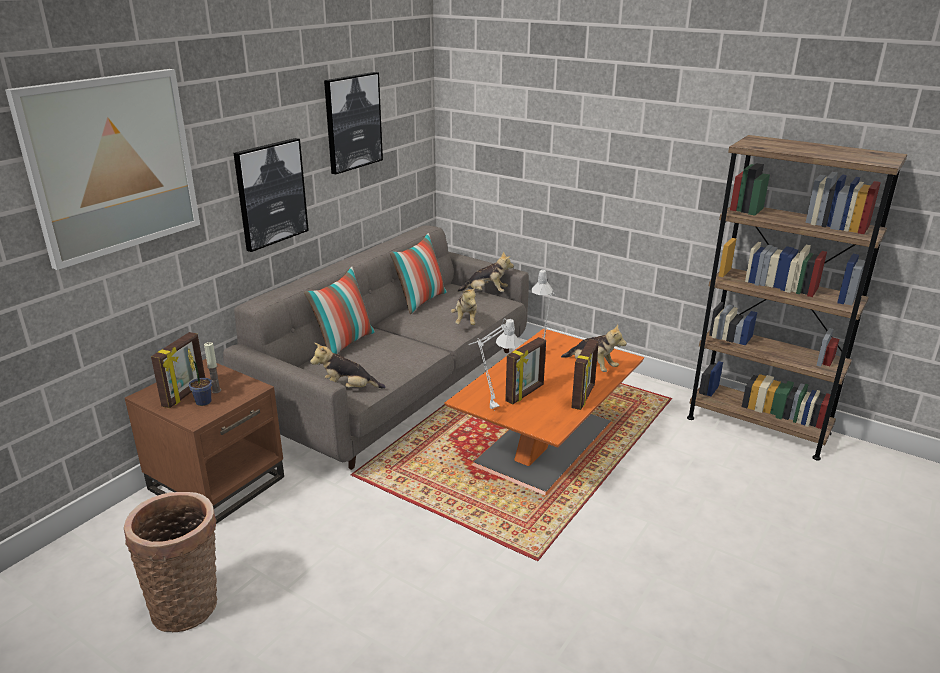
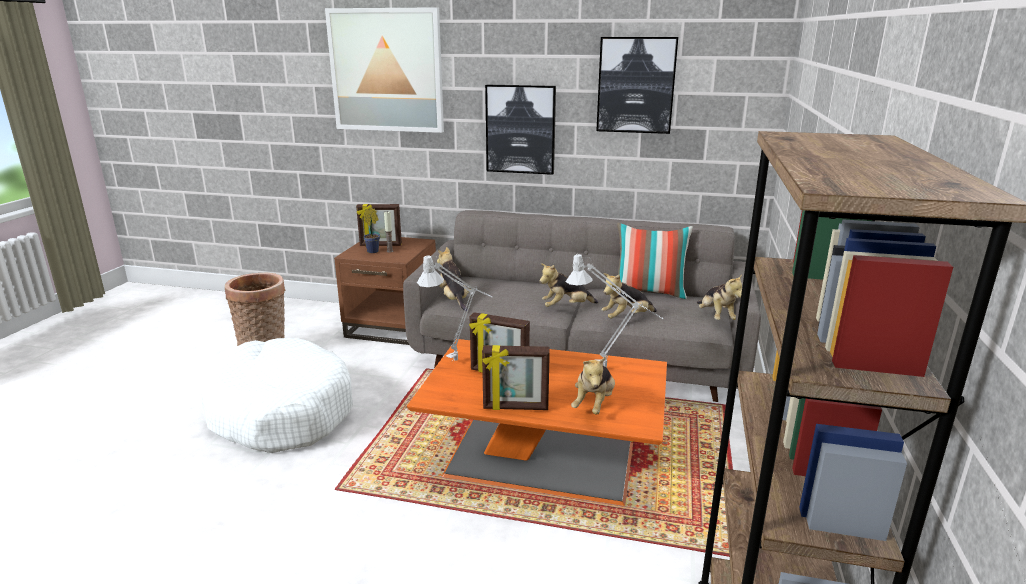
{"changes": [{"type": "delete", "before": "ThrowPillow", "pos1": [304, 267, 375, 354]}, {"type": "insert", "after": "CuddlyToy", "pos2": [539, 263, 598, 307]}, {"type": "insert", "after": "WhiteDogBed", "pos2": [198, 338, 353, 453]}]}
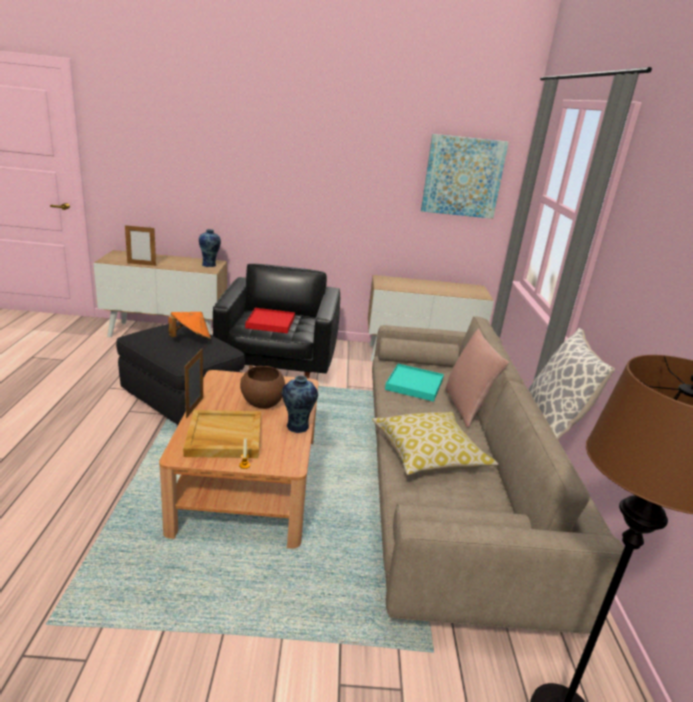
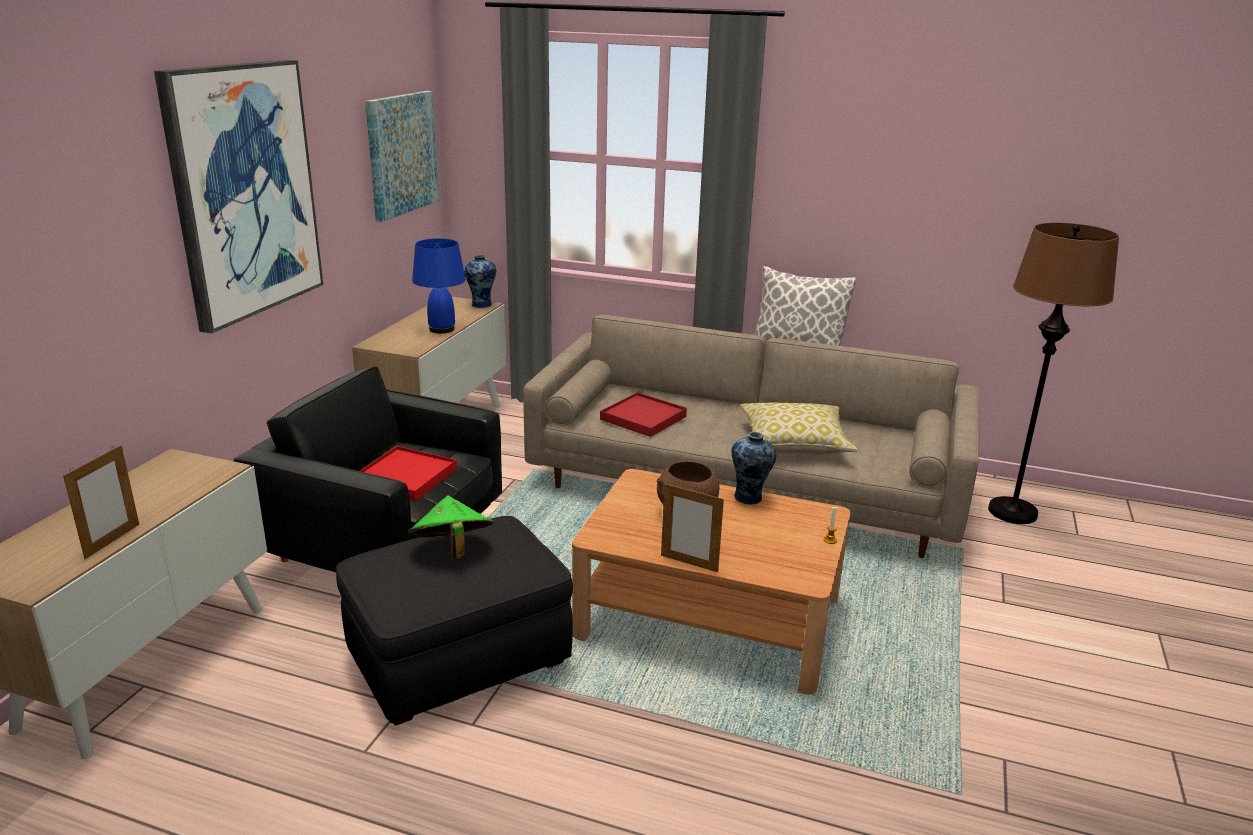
{"changes": [{"type": "move", "before": "Vase", "pos1": [199, 229, 221, 267], "pos2": [464, 255, 496, 308]}, {"type": "recolor", "before": "OrangeyHat", "after": "GreenColouredHat", "pos1": [168, 312, 211, 340], "pos2": [408, 496, 494, 559]}, {"type": "delete", "before": "PinkishThrowPillow", "pos1": [445, 328, 509, 428]}, {"type": "recolor", "before": "TurquoiseTray", "after": "RedTray", "pos1": [385, 364, 444, 402], "pos2": [600, 392, 687, 437]}, {"type": "delete", "before": "BeigeColouredTray", "pos1": [183, 410, 261, 458]}, {"type": "insert", "after": "Picture", "pos2": [154, 60, 323, 334]}, {"type": "insert", "after": "BluishTableLamp", "pos2": [412, 238, 466, 333]}]}
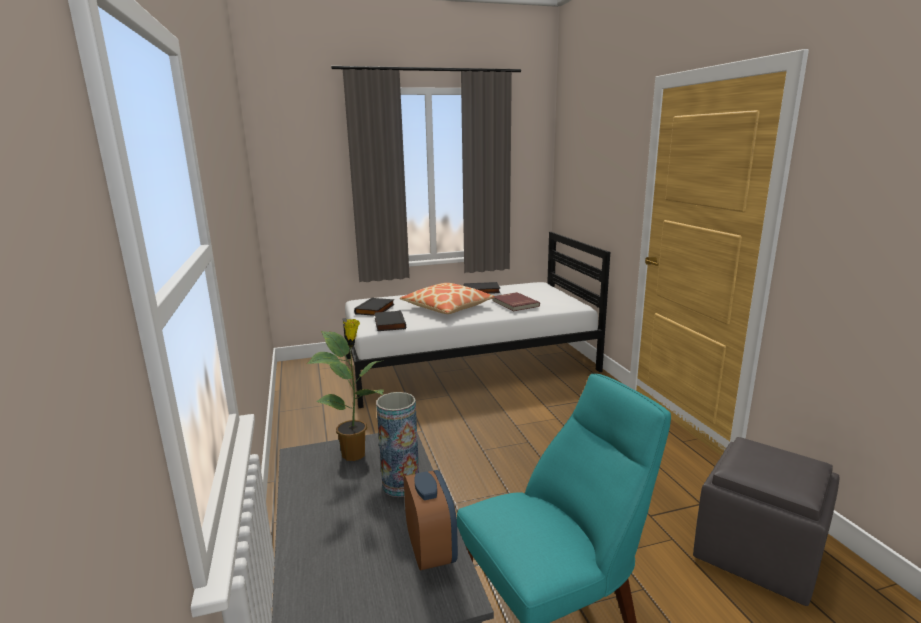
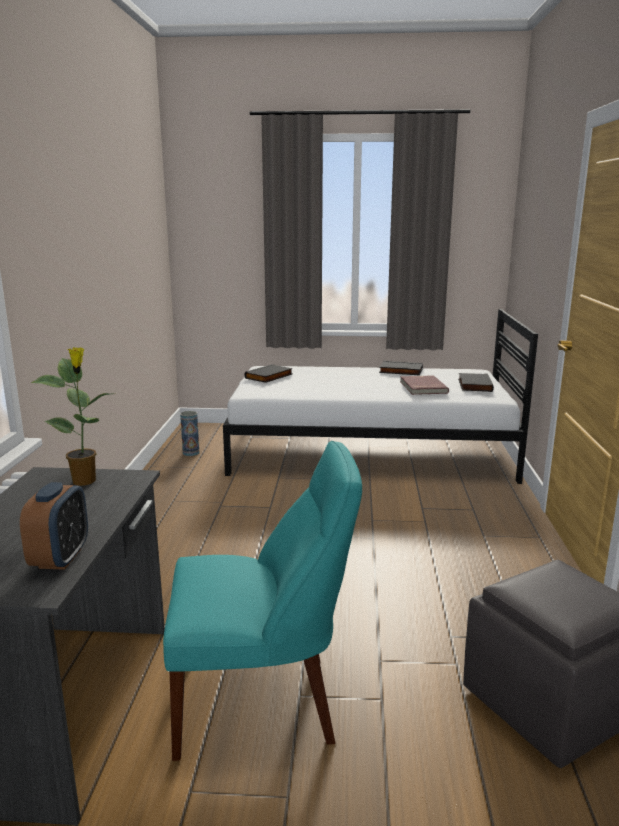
{"changes": [{"type": "delete", "before": "ThrowPillow", "pos1": [400, 283, 495, 314]}, {"type": "move", "before": "BlackColouredBook", "pos1": [375, 310, 406, 331], "pos2": [458, 373, 494, 392]}, {"type": "move", "before": "Vase", "pos1": [376, 392, 419, 497], "pos2": [180, 411, 199, 456]}]}
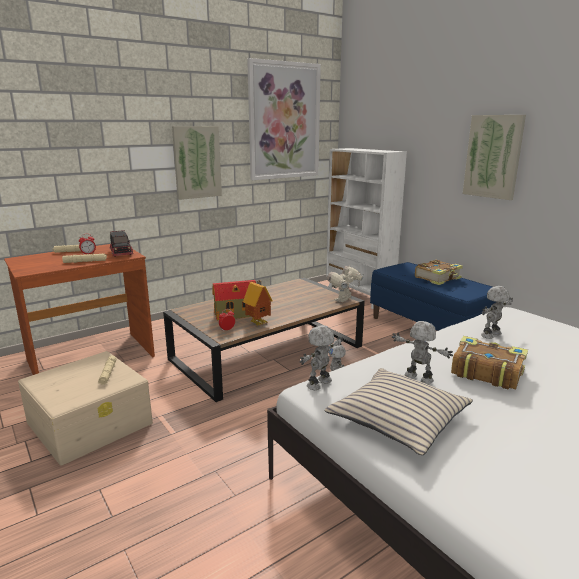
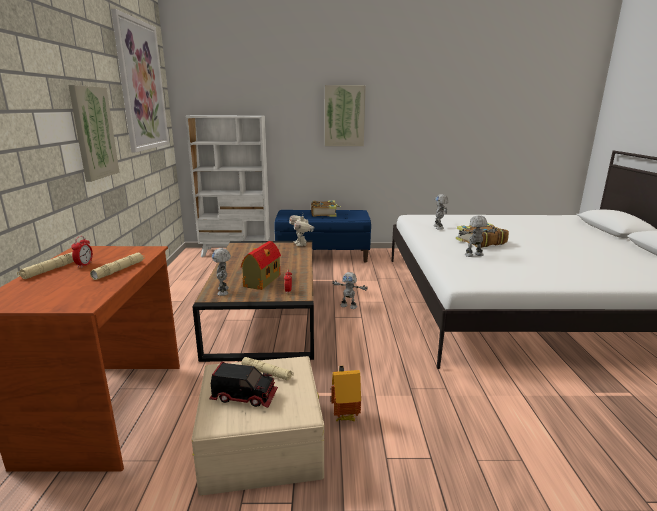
{"changes": [{"type": "move", "before": "ModelTruck", "pos1": [109, 230, 134, 256], "pos2": [210, 362, 278, 408]}, {"type": "move", "before": "ModelHouse", "pos1": [243, 280, 273, 326], "pos2": [331, 366, 361, 422]}, {"type": "move", "before": "ToyRobot", "pos1": [300, 325, 343, 390], "pos2": [212, 248, 231, 296]}, {"type": "delete", "before": "BeigeColouredThrowPillow", "pos1": [325, 368, 473, 455]}]}
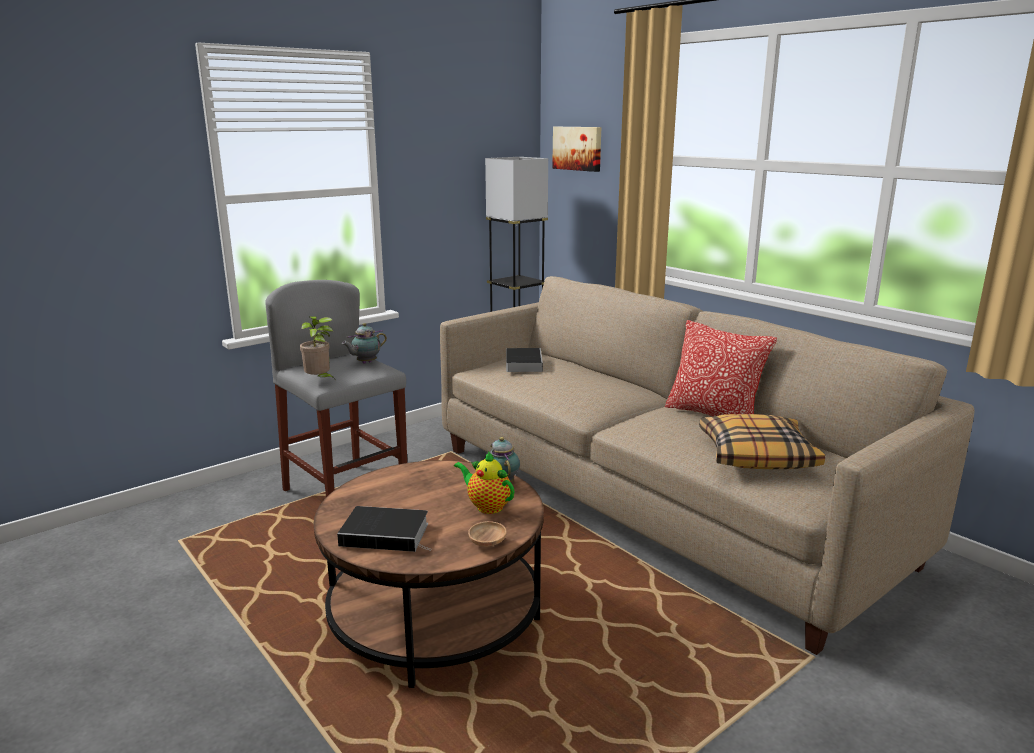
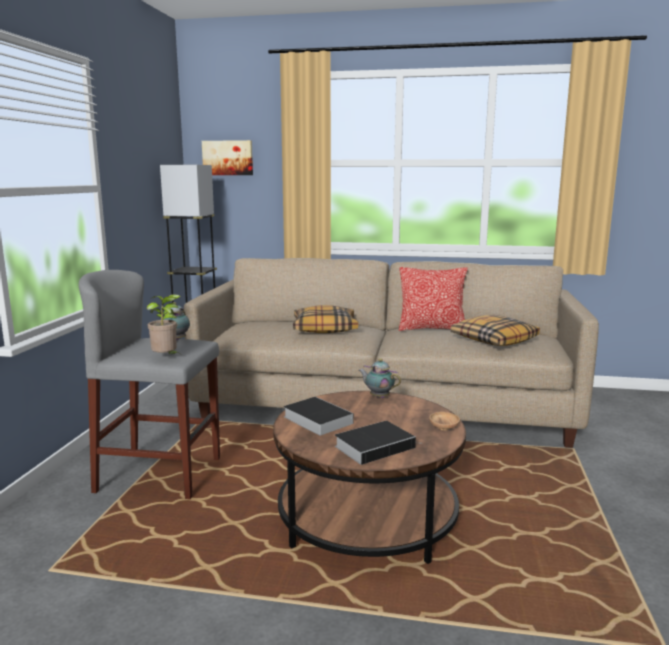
{"changes": [{"type": "move", "before": "Book", "pos1": [506, 348, 543, 372], "pos2": [283, 397, 354, 436]}, {"type": "delete", "before": "PotForTea", "pos1": [454, 451, 514, 514]}, {"type": "insert", "after": "ThrowPillow", "pos2": [293, 305, 358, 333]}]}
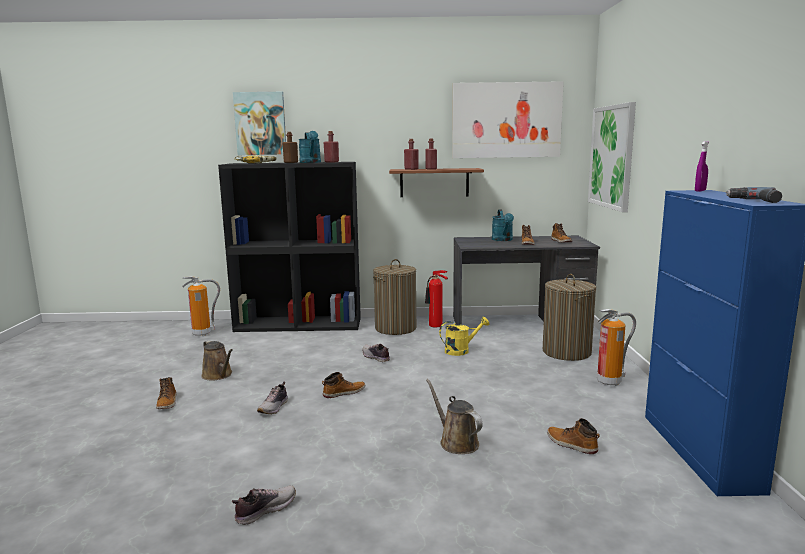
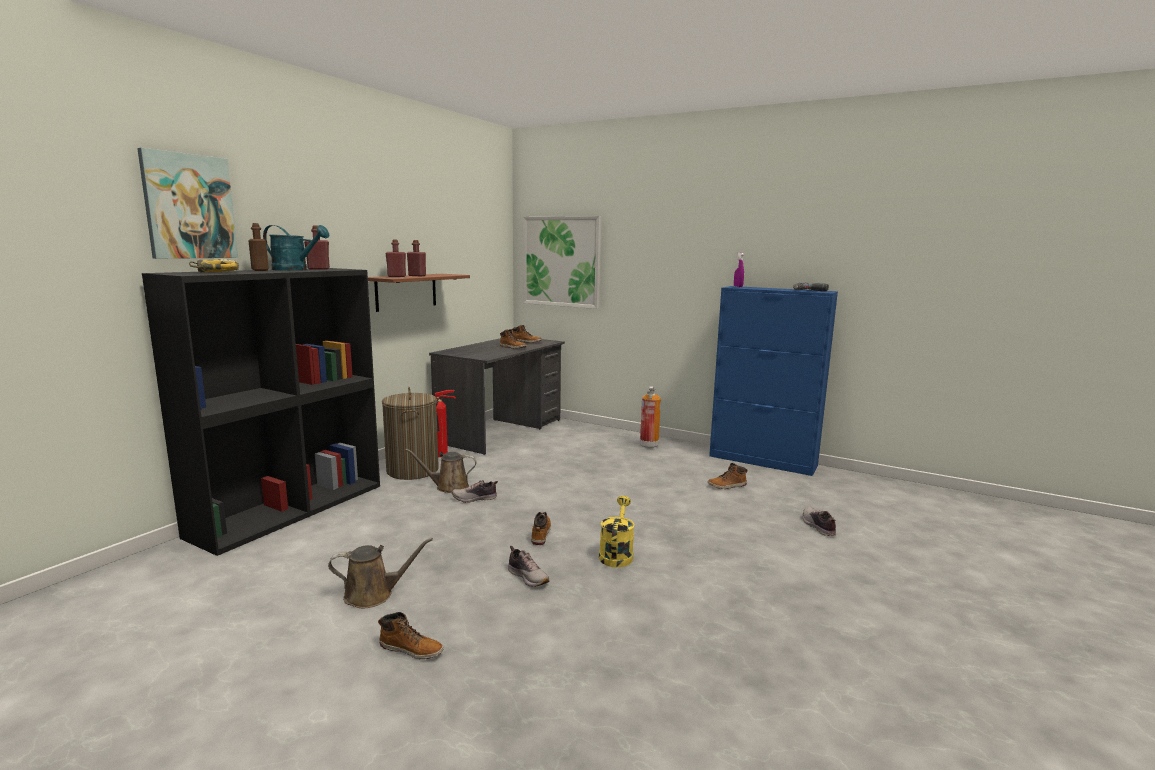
{"changes": [{"type": "delete", "before": "Picture", "pos1": [452, 81, 564, 158]}, {"type": "delete", "before": "TurquoiseWateringPot", "pos1": [492, 210, 514, 241]}, {"type": "delete", "before": "Hamper", "pos1": [543, 274, 596, 361]}, {"type": "delete", "before": "FireExtinguisher", "pos1": [183, 276, 220, 336]}, {"type": "move", "before": "YellowishWateringPot", "pos1": [439, 317, 489, 356], "pos2": [599, 496, 635, 568]}, {"type": "move", "before": "BrownishWateringPot", "pos1": [426, 379, 483, 454], "pos2": [406, 449, 477, 493]}, {"type": "move", "before": "ItemOfFootwear", "pos1": [232, 485, 296, 525], "pos2": [803, 507, 836, 536]}]}
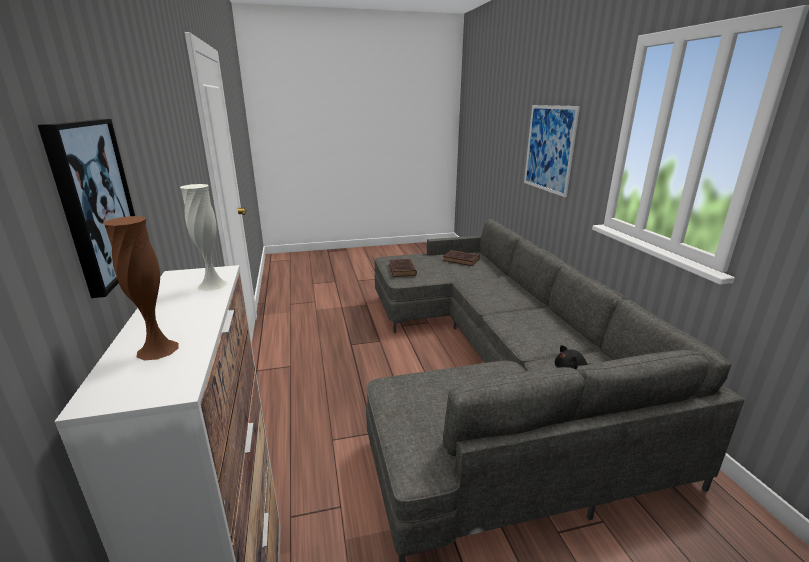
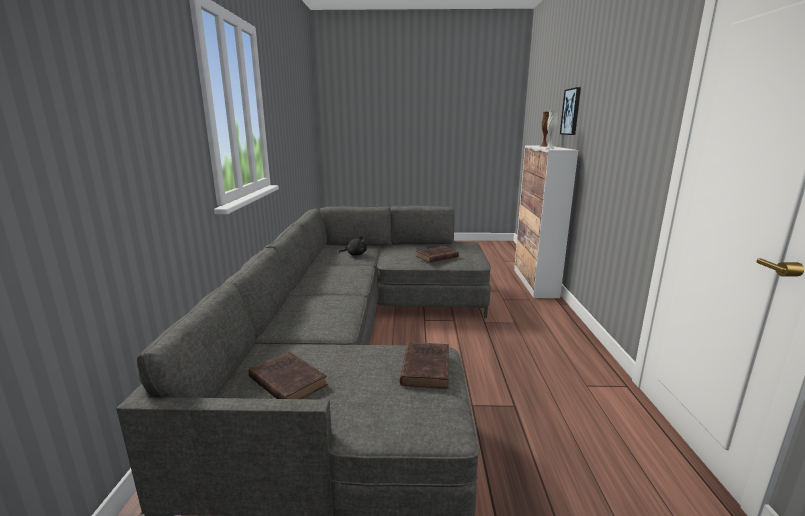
{"changes": [{"type": "delete", "before": "Picture", "pos1": [524, 105, 580, 197]}, {"type": "insert", "after": "BrownishBook", "pos2": [416, 246, 459, 263]}]}
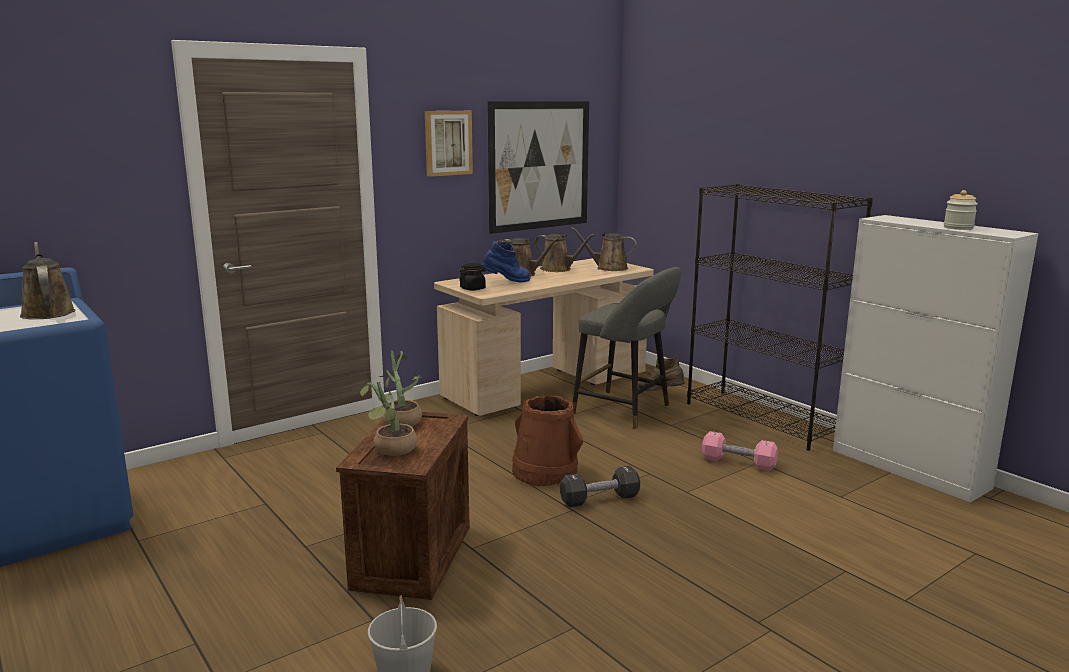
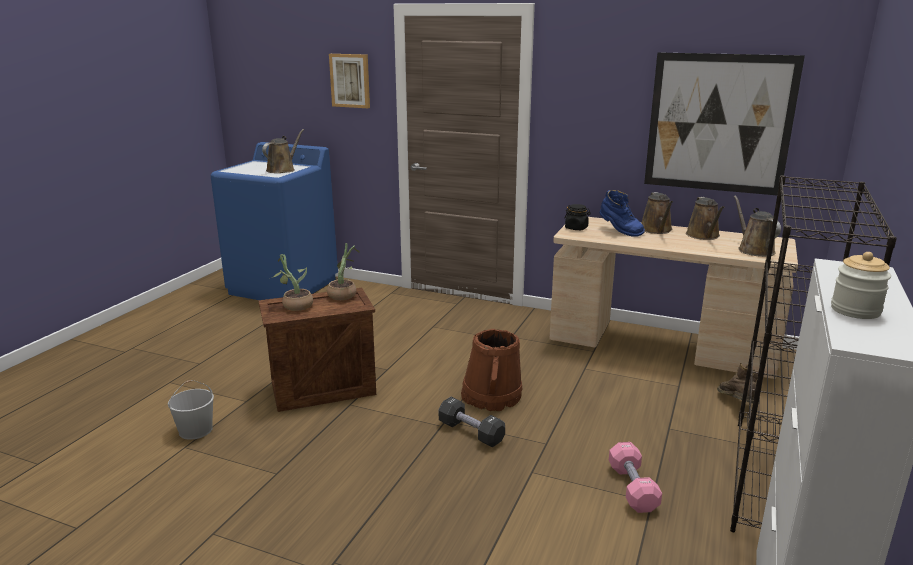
{"changes": [{"type": "move", "before": "Picture", "pos1": [425, 111, 473, 177], "pos2": [329, 54, 370, 108]}, {"type": "delete", "before": "GreyishSittingStool", "pos1": [572, 267, 681, 429]}]}
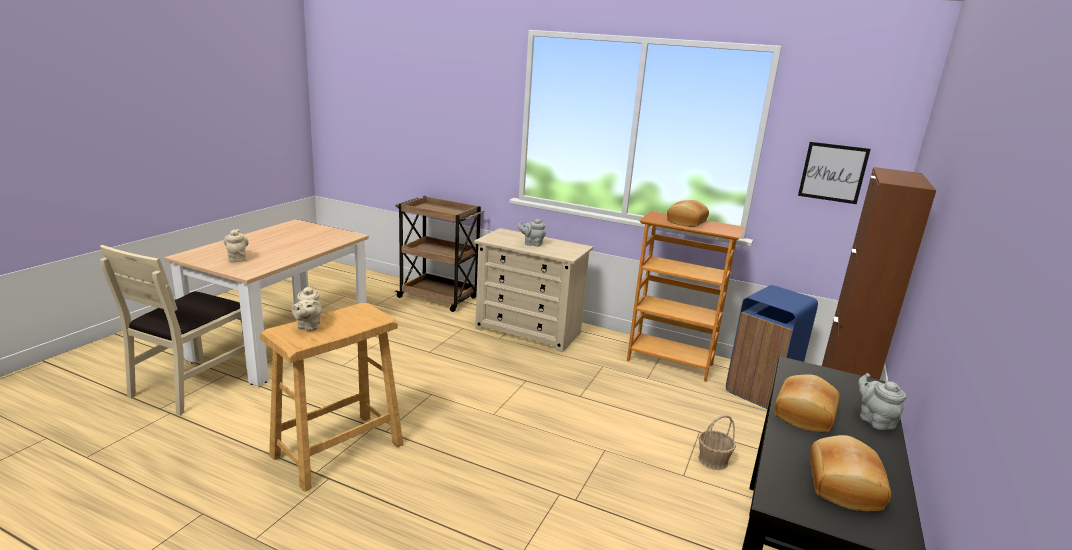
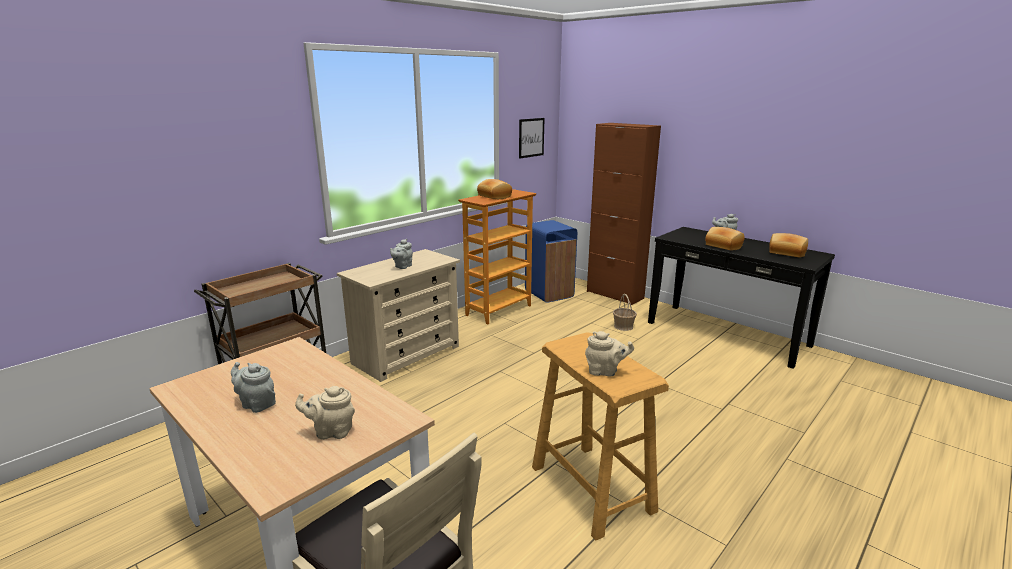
{"changes": [{"type": "insert", "after": "GreyishPotForTea", "pos2": [231, 362, 276, 413]}]}
